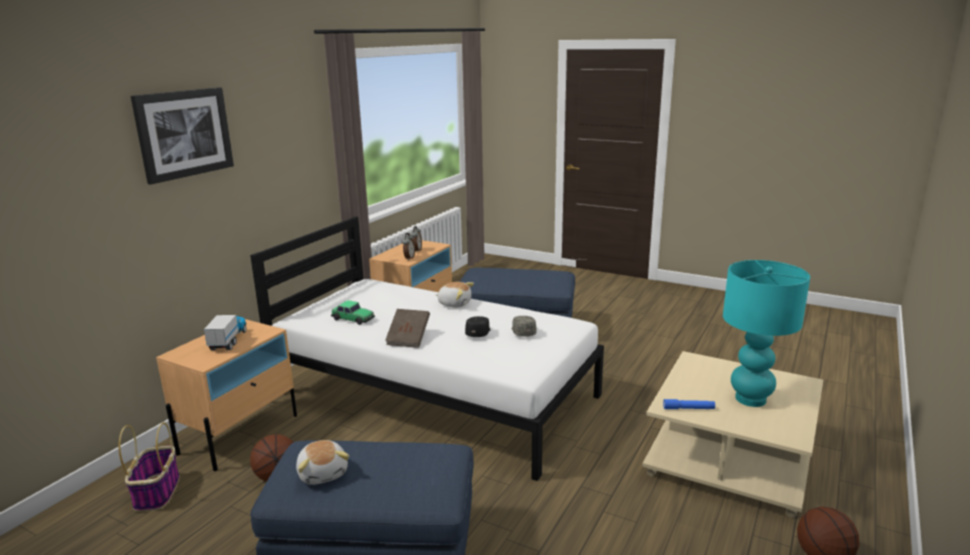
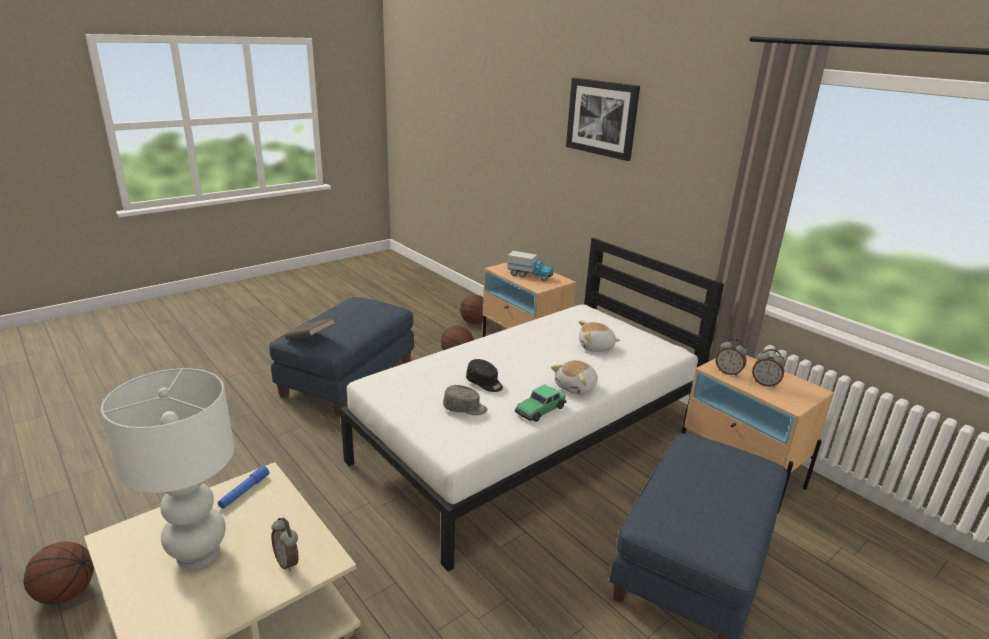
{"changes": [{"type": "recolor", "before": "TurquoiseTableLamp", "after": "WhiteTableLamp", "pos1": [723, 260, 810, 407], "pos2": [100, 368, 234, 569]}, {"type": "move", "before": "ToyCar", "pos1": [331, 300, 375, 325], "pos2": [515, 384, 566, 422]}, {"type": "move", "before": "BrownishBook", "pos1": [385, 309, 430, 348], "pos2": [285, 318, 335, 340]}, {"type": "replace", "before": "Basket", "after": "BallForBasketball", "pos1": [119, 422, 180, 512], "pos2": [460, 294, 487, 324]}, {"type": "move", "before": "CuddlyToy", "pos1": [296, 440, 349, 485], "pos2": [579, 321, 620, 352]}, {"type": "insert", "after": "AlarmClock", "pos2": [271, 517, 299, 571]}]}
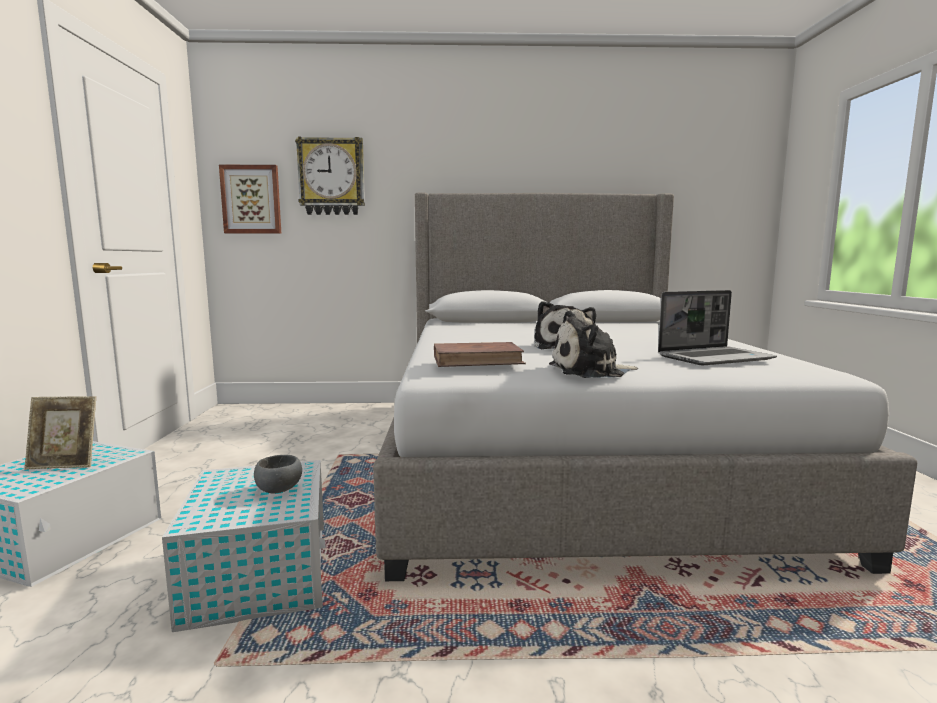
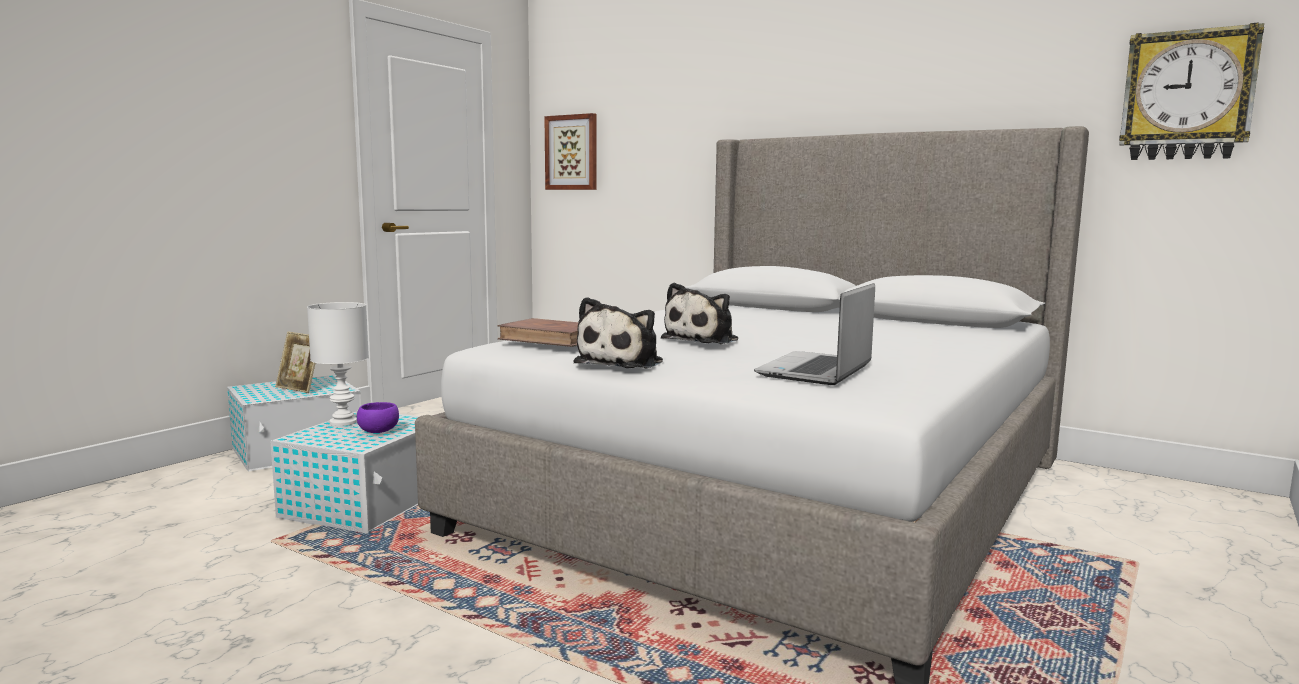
{"changes": [{"type": "move", "before": "ClockOnTheWall", "pos1": [295, 137, 365, 215], "pos2": [1119, 23, 1264, 160]}, {"type": "rotate", "before": "PortableComputer", "pos1": [658, 290, 777, 365], "pos2": [754, 283, 875, 385], "turn": 105}, {"type": "rotate", "before": "CuddlyToy", "pos1": [549, 310, 638, 378], "pos2": [573, 297, 663, 369], "turn": -90}, {"type": "recolor", "before": "GreyishBowl", "after": "PurplishBowl", "pos1": [254, 455, 302, 493], "pos2": [357, 402, 399, 433]}, {"type": "insert", "after": "WhiteTableLamp", "pos2": [307, 302, 369, 426]}]}
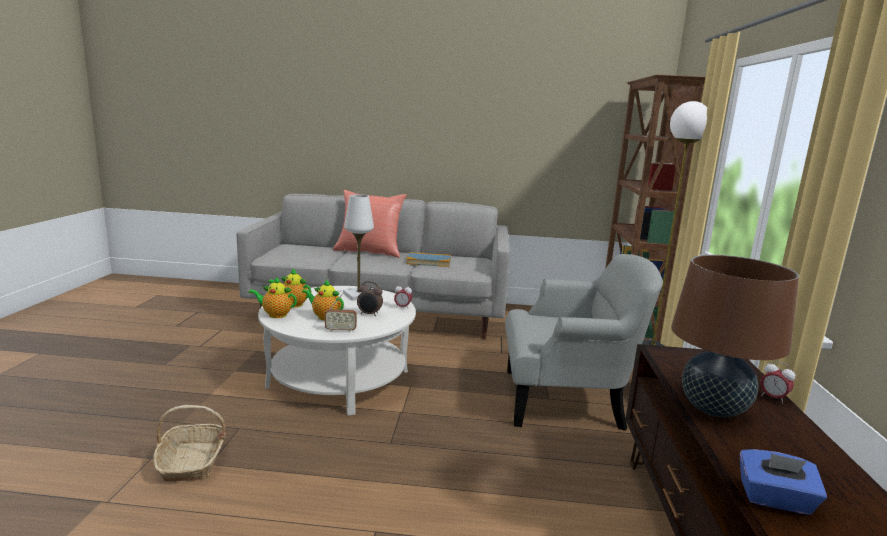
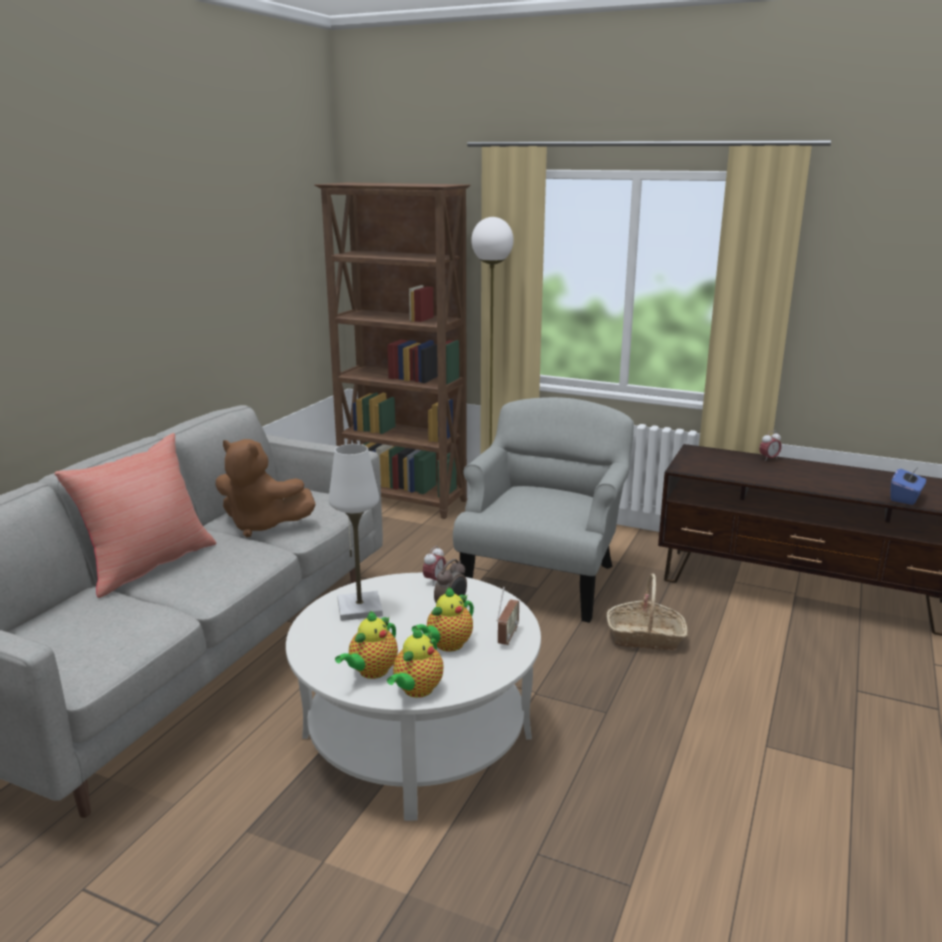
{"changes": [{"type": "replace", "before": "Book", "after": "BrownishCuddlyToy", "pos1": [406, 252, 451, 267], "pos2": [215, 439, 316, 537]}, {"type": "delete", "before": "BrownishTableLamp", "pos1": [671, 255, 799, 417]}, {"type": "move", "before": "Basket", "pos1": [153, 405, 226, 482], "pos2": [607, 574, 688, 650]}]}
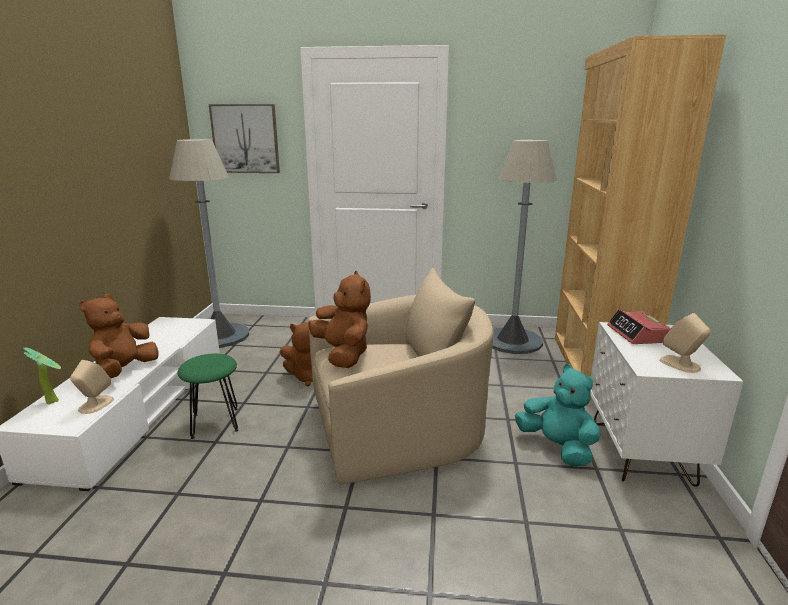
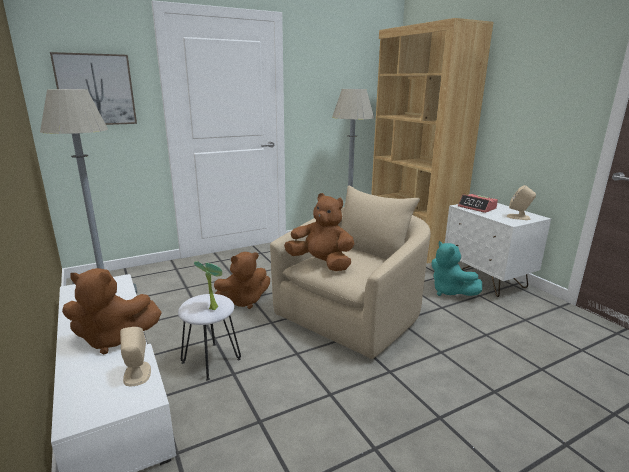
{"changes": [{"type": "rotate", "before": "BrownishCuddlyToy", "pos1": [79, 294, 159, 378], "pos2": [62, 268, 162, 355], "turn": -75}, {"type": "move", "before": "Houseplant", "pos1": [23, 348, 61, 404], "pos2": [194, 261, 222, 310]}, {"type": "recolor", "before": "GreenColouredSittingStool", "after": "WhiteSittingStool", "pos1": [177, 354, 238, 439], "pos2": [178, 294, 241, 380]}, {"type": "rotate", "before": "TurquoiseCuddlyToy", "pos1": [515, 364, 600, 466], "pos2": [431, 241, 482, 296], "turn": -135}]}
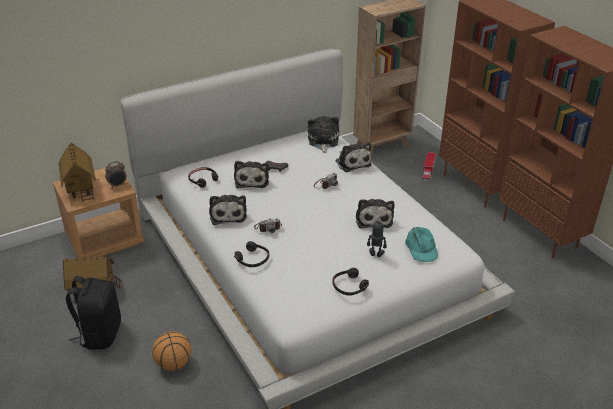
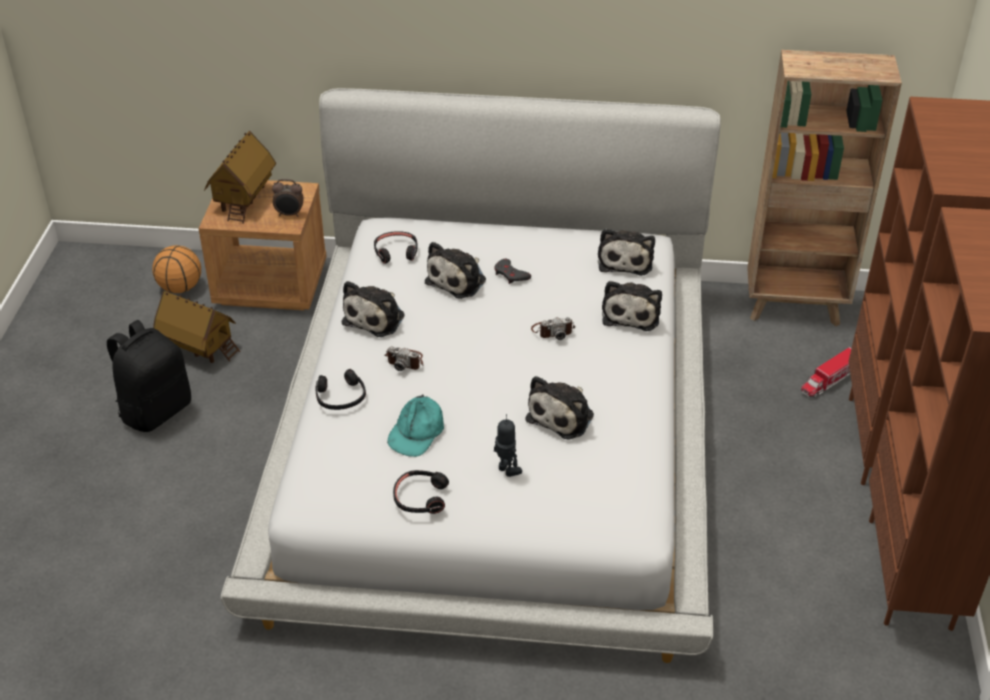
{"changes": [{"type": "rotate", "before": "CuddlyToy", "pos1": [308, 116, 339, 153], "pos2": [598, 228, 655, 276], "turn": 150}, {"type": "move", "before": "TurquoiseCap", "pos1": [405, 227, 438, 262], "pos2": [387, 395, 444, 457]}, {"type": "move", "before": "BallForBasketball", "pos1": [152, 331, 191, 371], "pos2": [152, 245, 201, 293]}]}
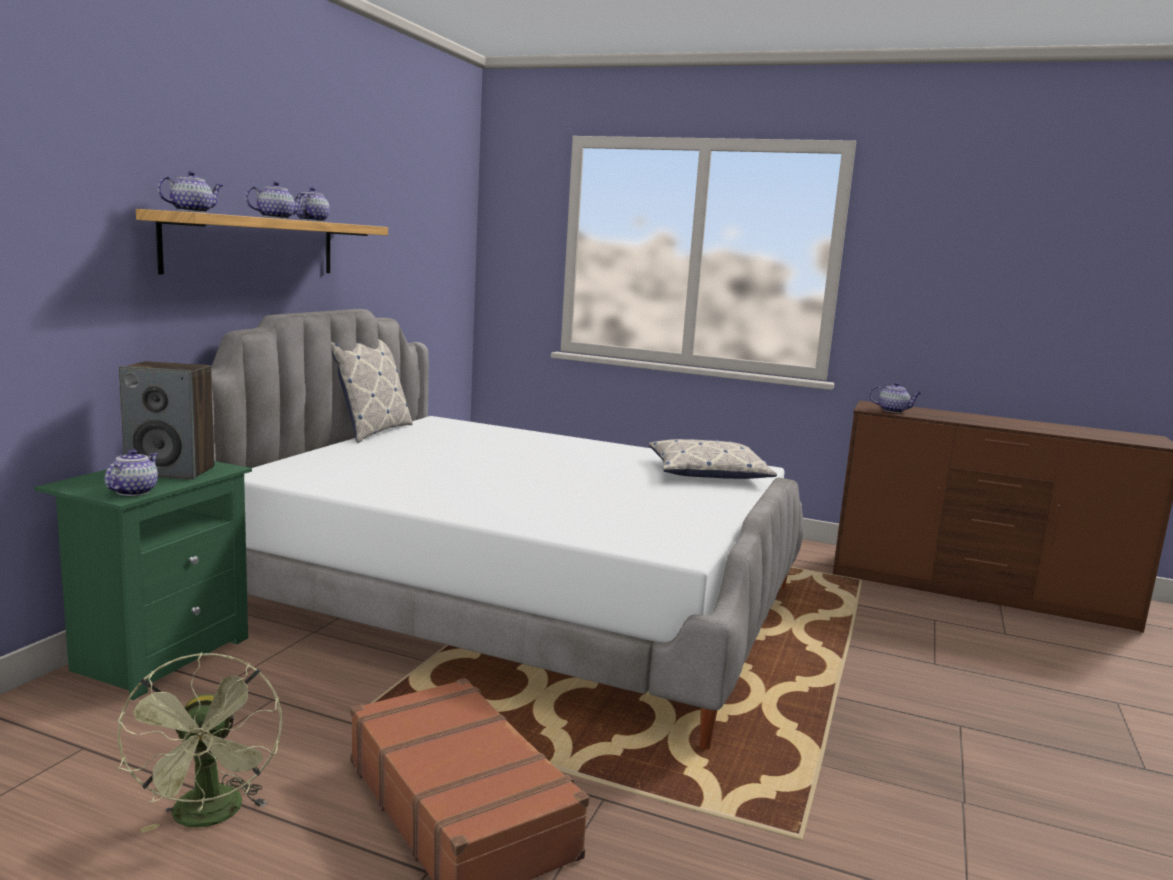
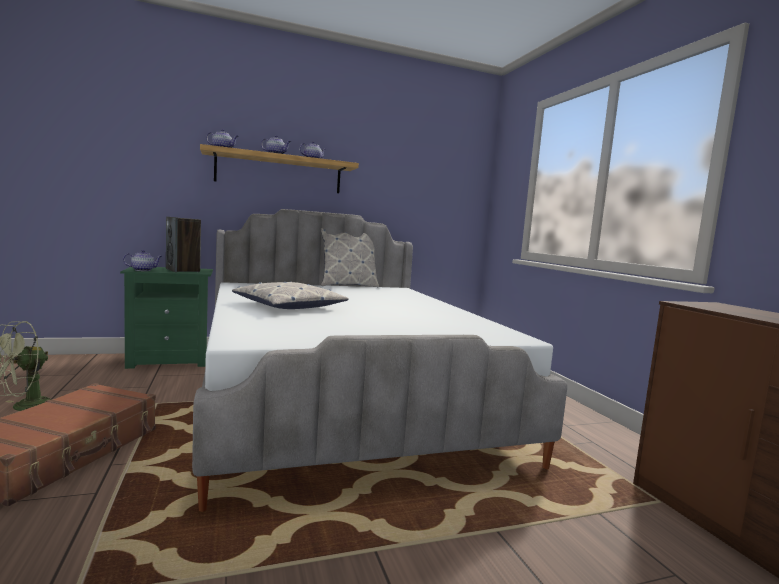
{"changes": [{"type": "delete", "before": "PotForTea", "pos1": [869, 382, 921, 413]}, {"type": "move", "before": "ThrowPillow", "pos1": [649, 439, 777, 479], "pos2": [232, 281, 349, 309]}]}
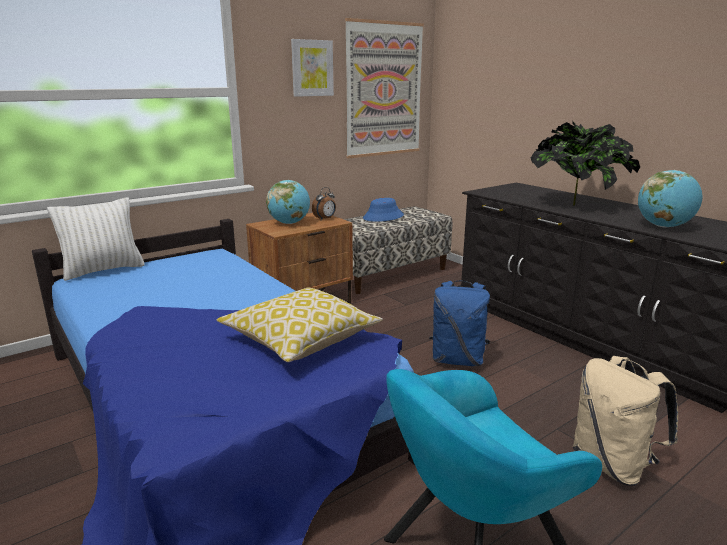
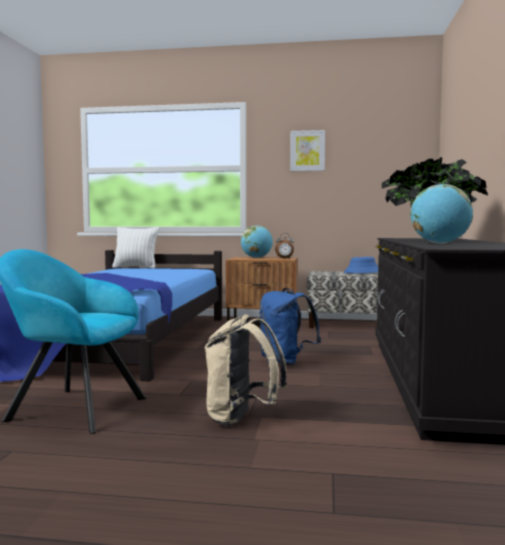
{"changes": [{"type": "delete", "before": "Picture", "pos1": [345, 18, 424, 158]}, {"type": "delete", "before": "ThrowPillow", "pos1": [217, 287, 383, 362]}]}
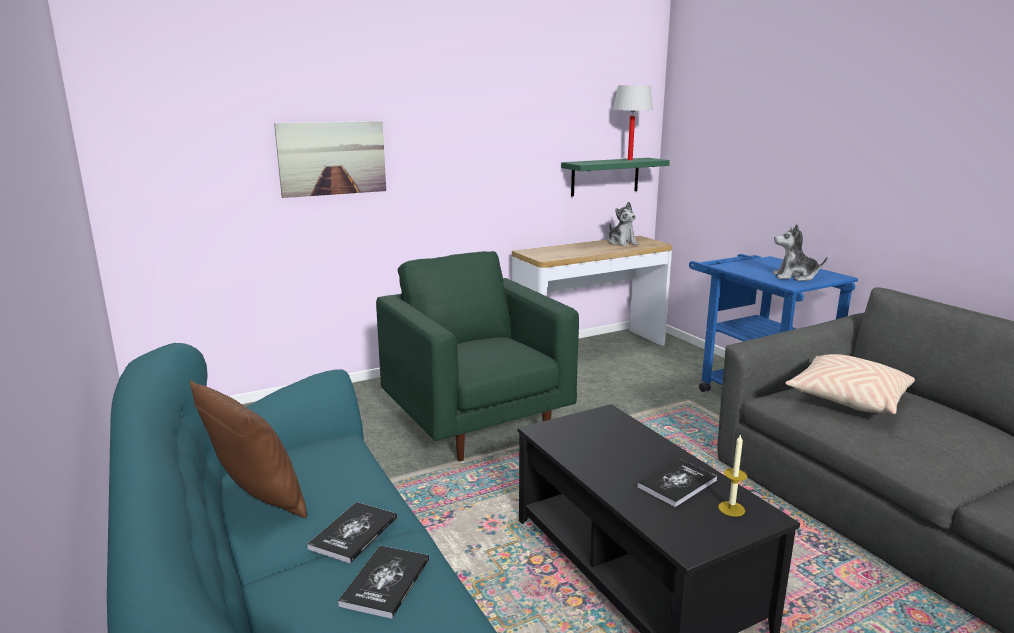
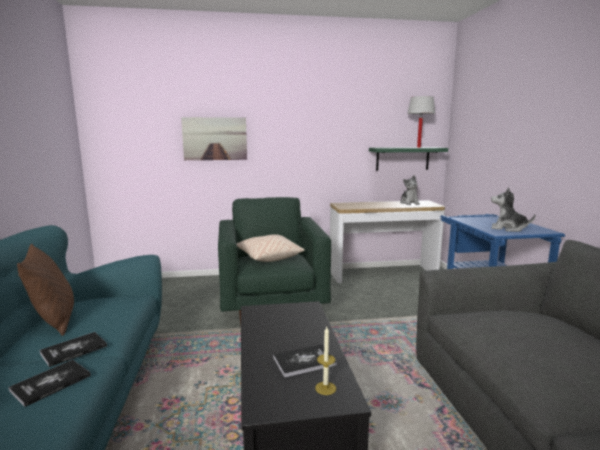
{"changes": [{"type": "move", "before": "BeigeColouredThrowPillow", "pos1": [785, 354, 915, 414], "pos2": [237, 235, 305, 262]}]}
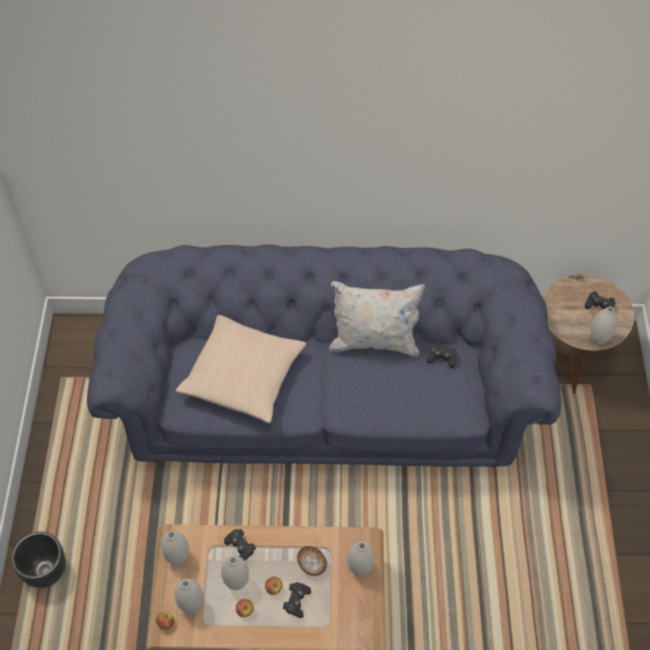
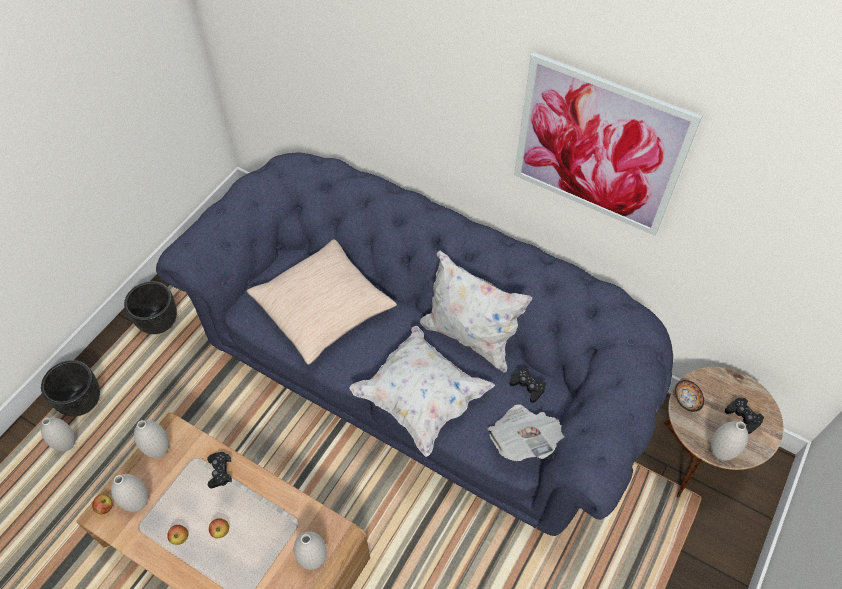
{"changes": [{"type": "move", "before": "Bowl", "pos1": [297, 546, 327, 576], "pos2": [675, 380, 704, 412]}, {"type": "move", "before": "WhiteVase", "pos1": [221, 556, 249, 590], "pos2": [41, 418, 75, 452]}, {"type": "delete", "before": "BlackColouredGamepad", "pos1": [283, 582, 311, 618]}, {"type": "insert", "after": "Picture", "pos2": [514, 52, 702, 236]}, {"type": "insert", "after": "BlackColouredPlanter", "pos2": [124, 281, 177, 334]}, {"type": "insert", "after": "WhiteThrowPillow", "pos2": [349, 326, 495, 457]}, {"type": "insert", "after": "PrintedPaper", "pos2": [487, 404, 565, 461]}]}
